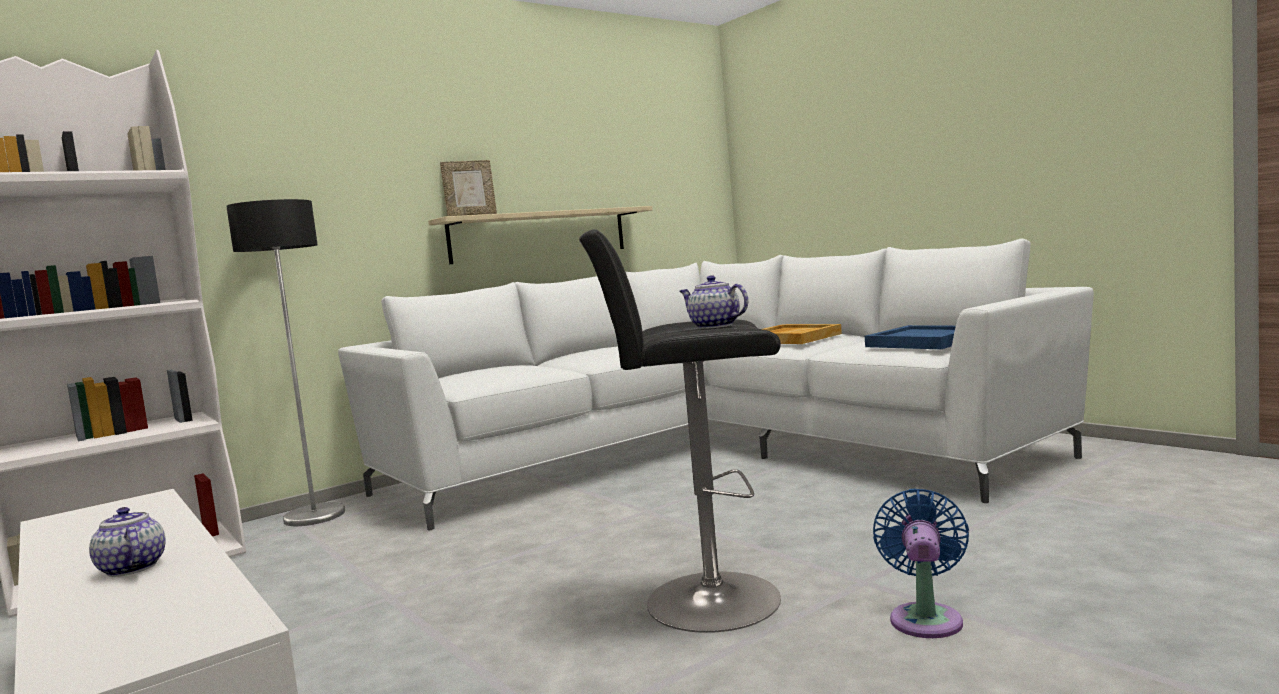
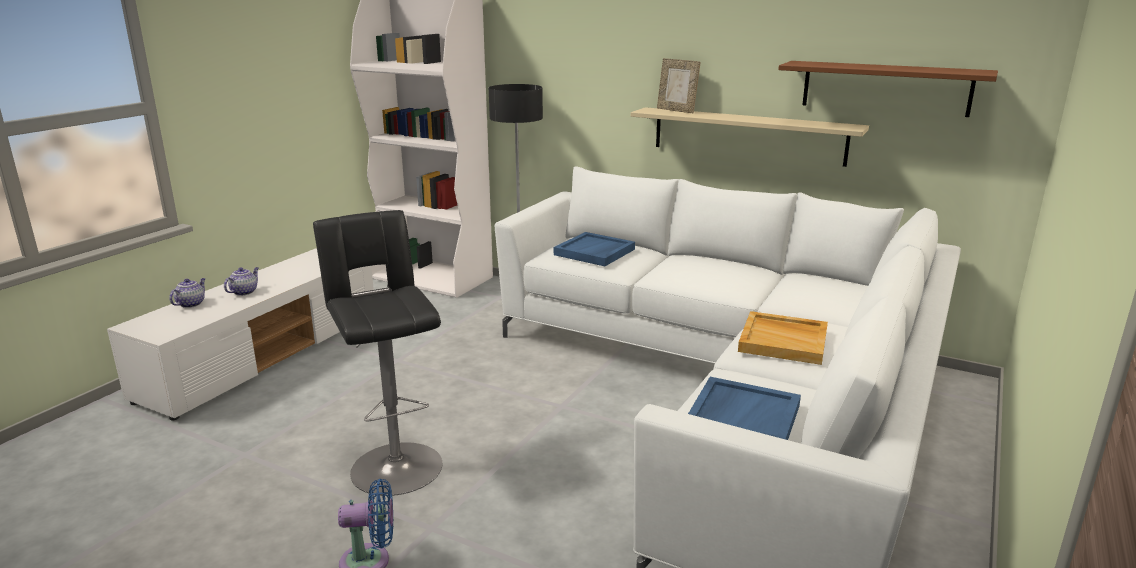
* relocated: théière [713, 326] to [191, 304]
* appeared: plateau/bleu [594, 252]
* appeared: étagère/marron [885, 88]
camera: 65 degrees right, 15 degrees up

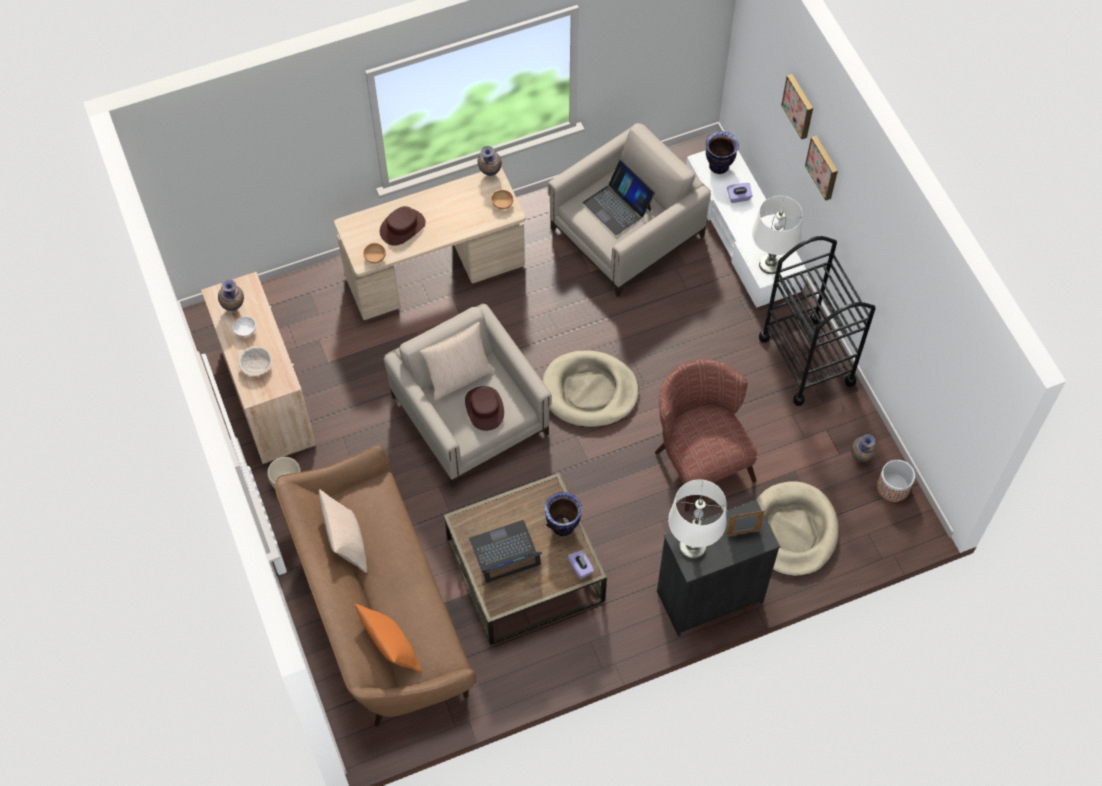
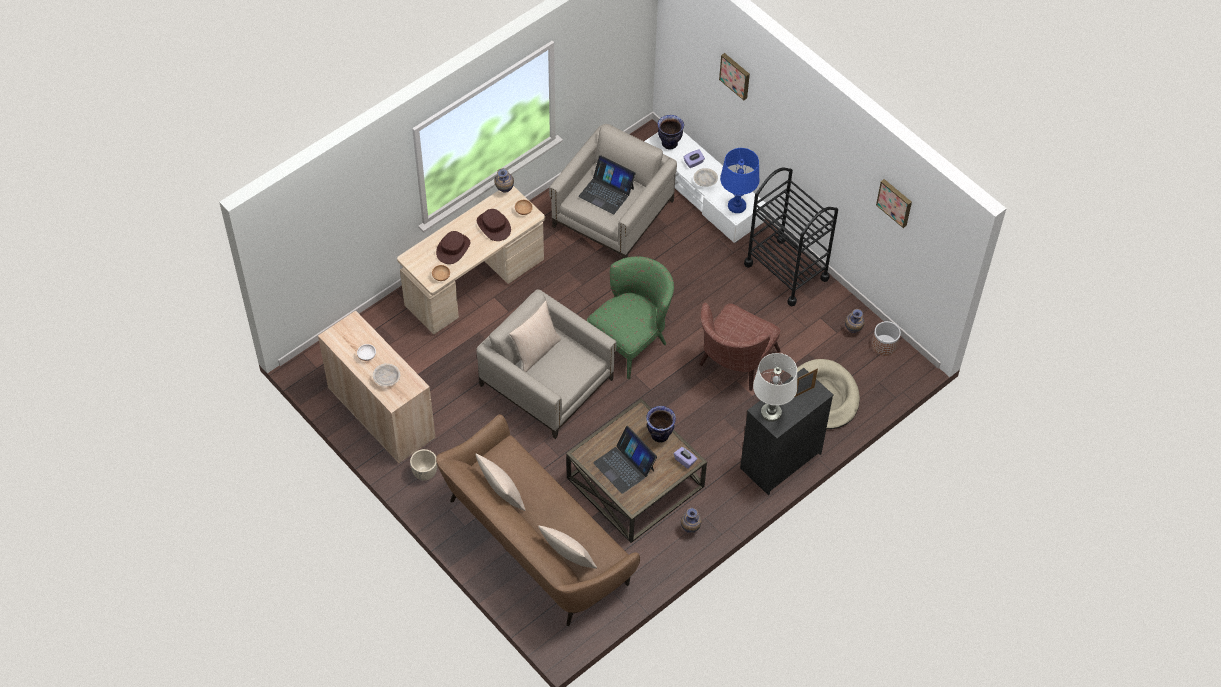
* relocated: chapeau/marron [484, 408] to [494, 226]
* colour: coussin/orange [391, 650] to coussin/beige [567, 559]
* exchanged: panier pour chien/beige [589, 391] to fauteuil/vert [632, 339]
* spun: ordinateur portable [505, 553] = [624, 466] 90 degrees counterclockwise
* relocated: vase [234, 307] to [690, 529]
* appeared: bol/beige [705, 182]
* spun: fauteuil/marron [699, 457] = [734, 364] 105 degrees counterclockwise
* colour: lampe de table/blanc [770, 264] to lampe de table/bleu [736, 206]
* relocated: tableau [823, 167] to [895, 202]
camera: 20 degrees left, 5 degrees down

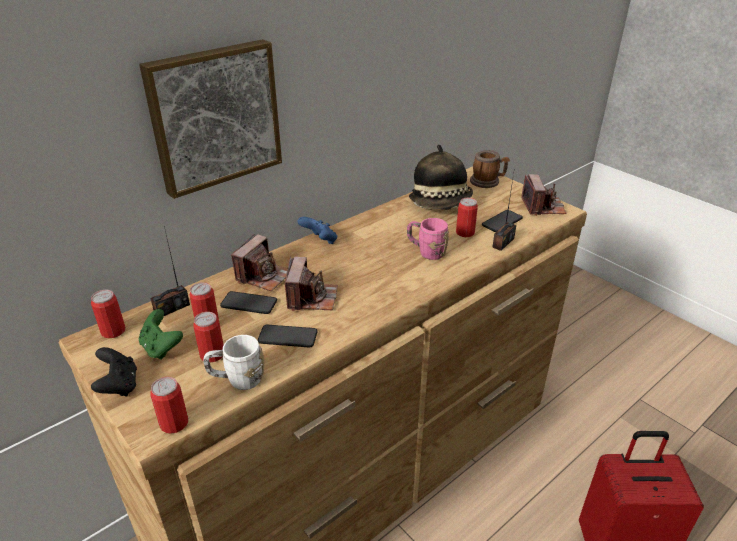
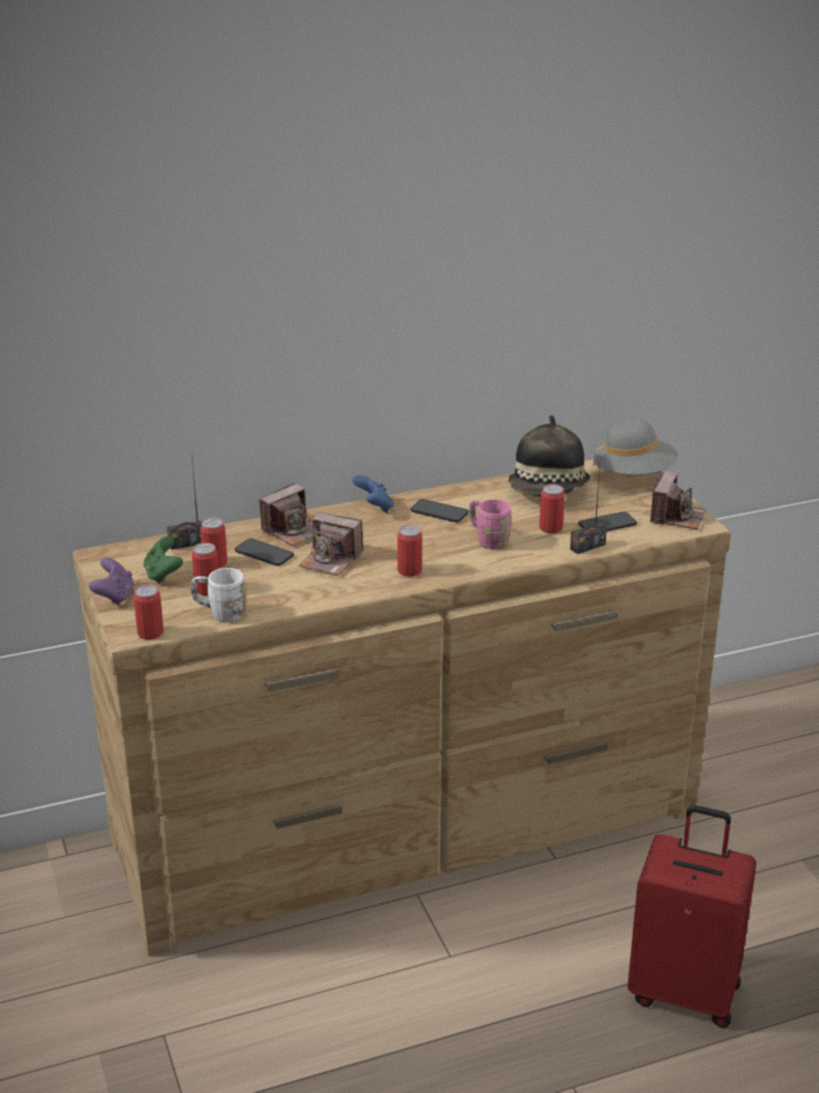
* colour: manette/noir [119, 386] to manette/violet [114, 596]
* spun: appareil photo [311, 298] = [330, 560] 90 degrees clockwise
* relocated: boîte métallique [113, 331] to [409, 571]
* relocated: téléphone [287, 337] to [439, 512]
* exchanged: mug [488, 182] to chapeau/gris [633, 475]
* missing: tableau [214, 116]
camera: 20 degrees right, 5 degrees down

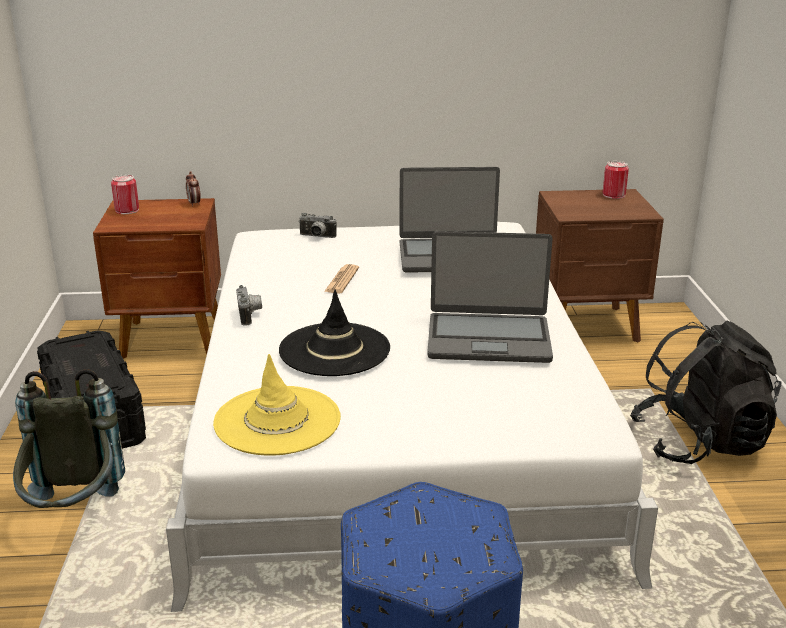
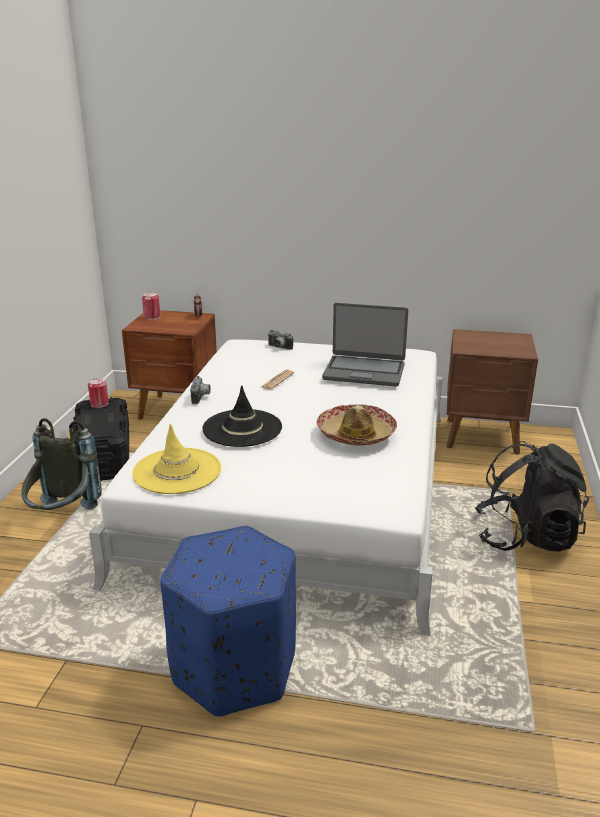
* relocated: boîte métallique [613, 195] to [99, 404]
* exchanged: ordinateur portable [488, 339] to chapeau [356, 434]
camera: 15 degrees right, 0 degrees up

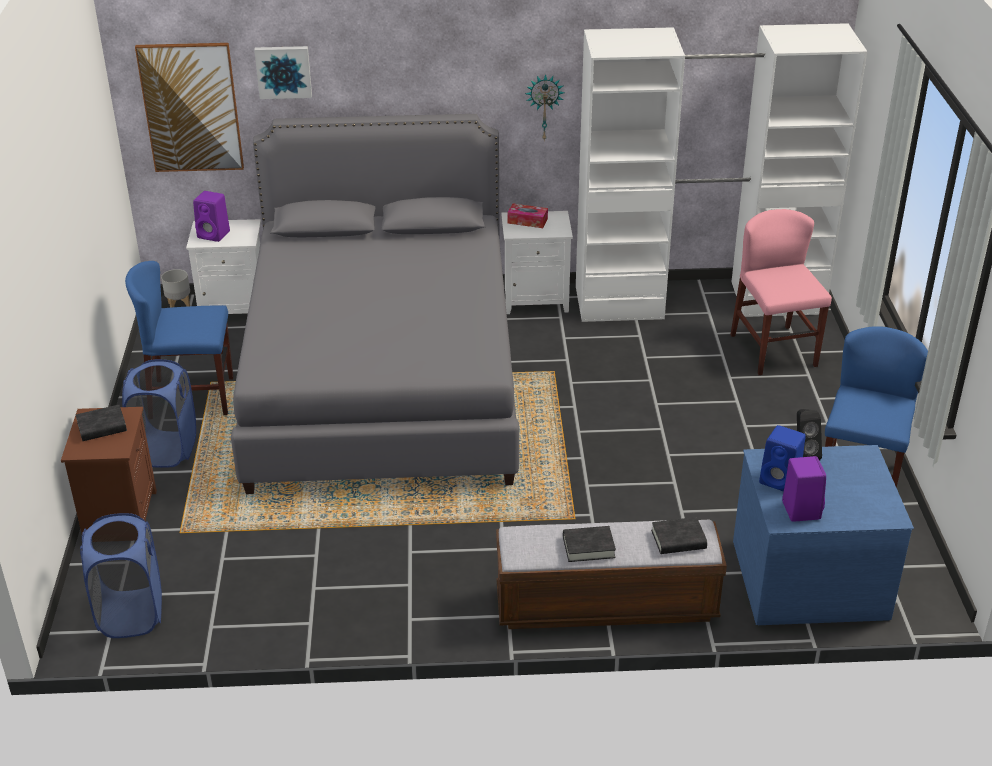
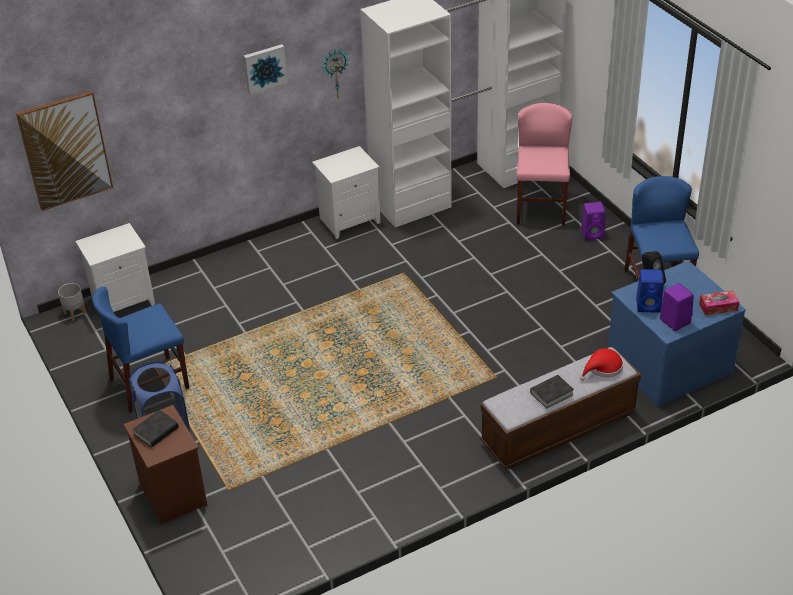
* relocated: tableau [283, 71] to [264, 68]
* spun: chaise/rose [773, 350] = [540, 208] 45 degrees clockwise
* exchanged: livre/noir [678, 540] to chapeau/rouge [603, 368]
* relocated: enceinte/violet [214, 235] to [593, 233]
* relocated: boîte à mouchoirs [527, 221] to [718, 307]
* missing: panier à linge/bleu [131, 614]
* missing: lit/gris [382, 381]
camera: 25 degrees left, 5 degrees up

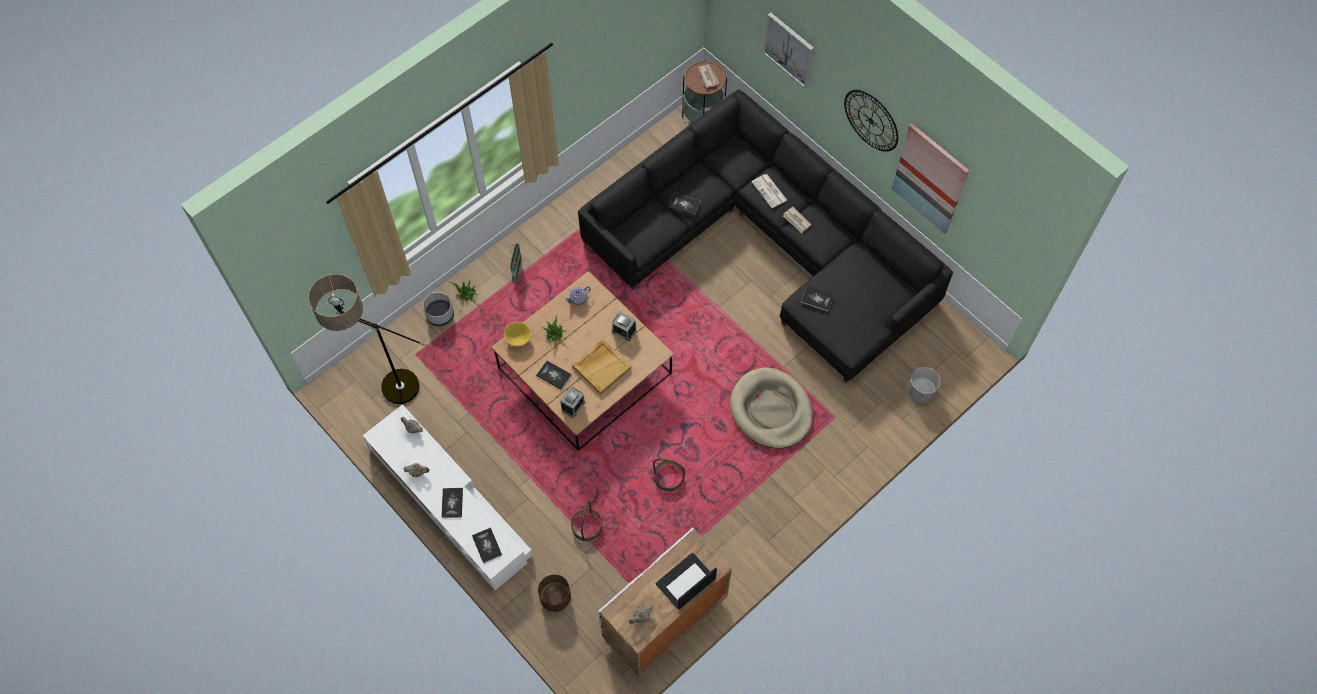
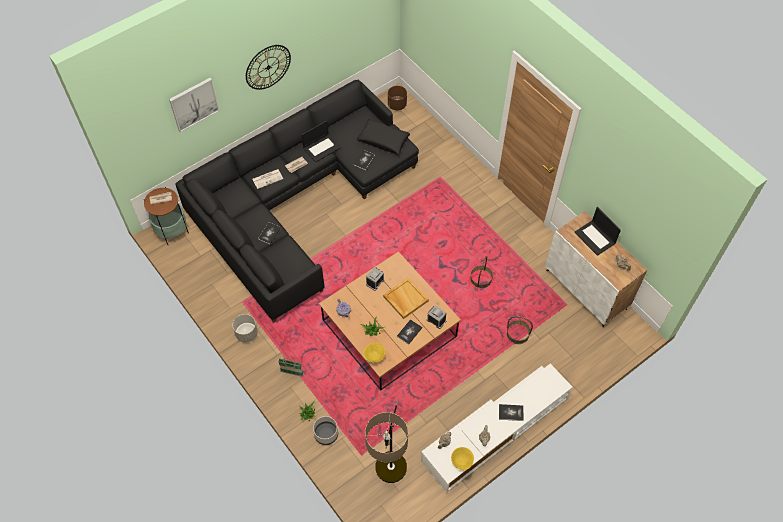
* relocated: cache-pot/gris [921, 392] to [247, 334]
* appeared: ordinateur portable [322, 147]
* appeared: coussin/noir [383, 140]
* relocated: cache-pot/marron [555, 598] to [397, 105]
* appeared: bol/jaune [461, 461]
* missing: livre [487, 545]
* missing: panier pour chien/beige [771, 410]
* missing: tableau [930, 178]
camera: 85 degrees left, 5 degrees down

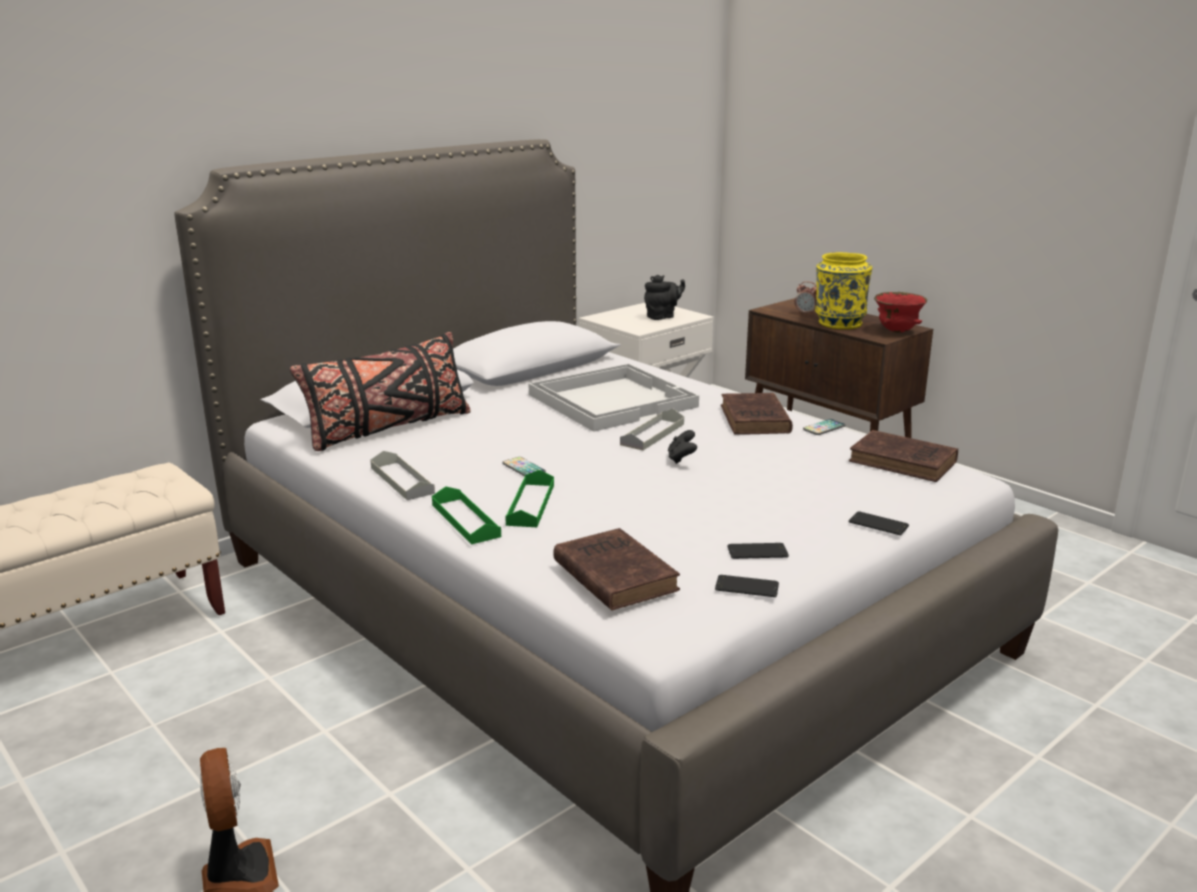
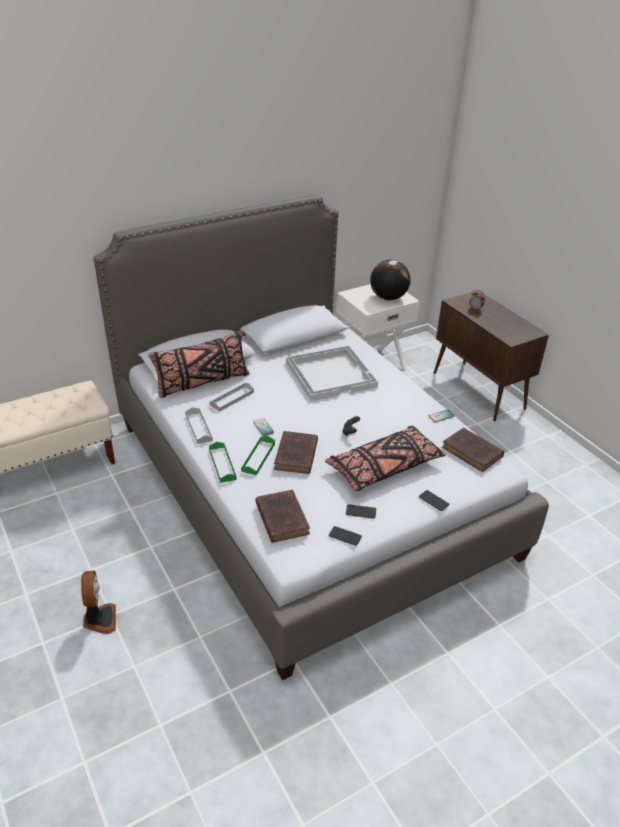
* relocated: plateau/gris [652, 434] to [232, 398]
* relocated: livre/marron [755, 420] to [296, 456]
* appeared: coussin/noir [384, 467]
* exchanged: théière/noir [662, 317] to globe [388, 298]
* missing: vase/jaune [839, 323]
* missing: bol/rouge [896, 331]
camera: 10 degrees right, 15 degrees up

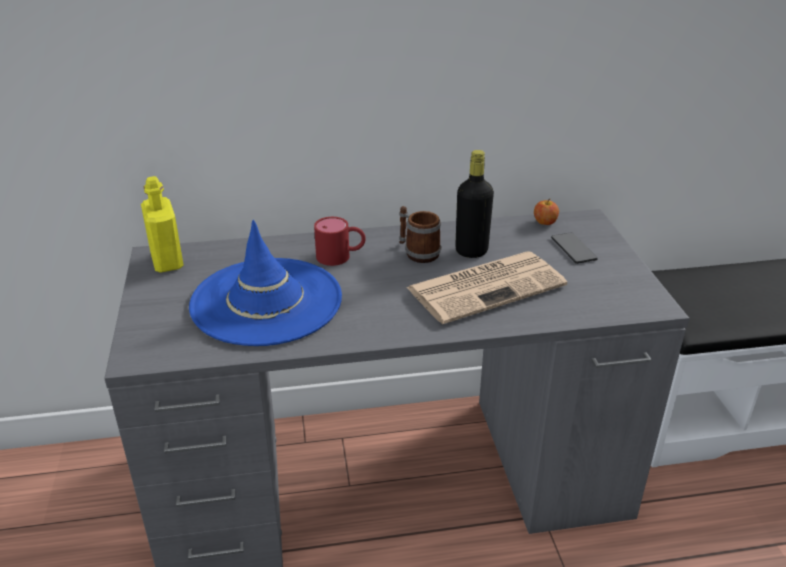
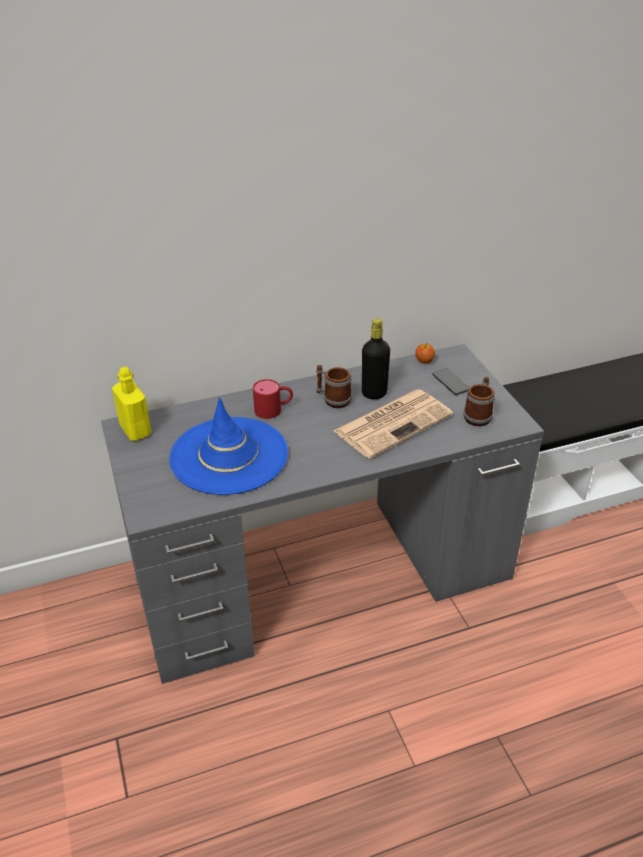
* appeared: mug [478, 415]
camera: 10 degrees left, 5 degrees up

